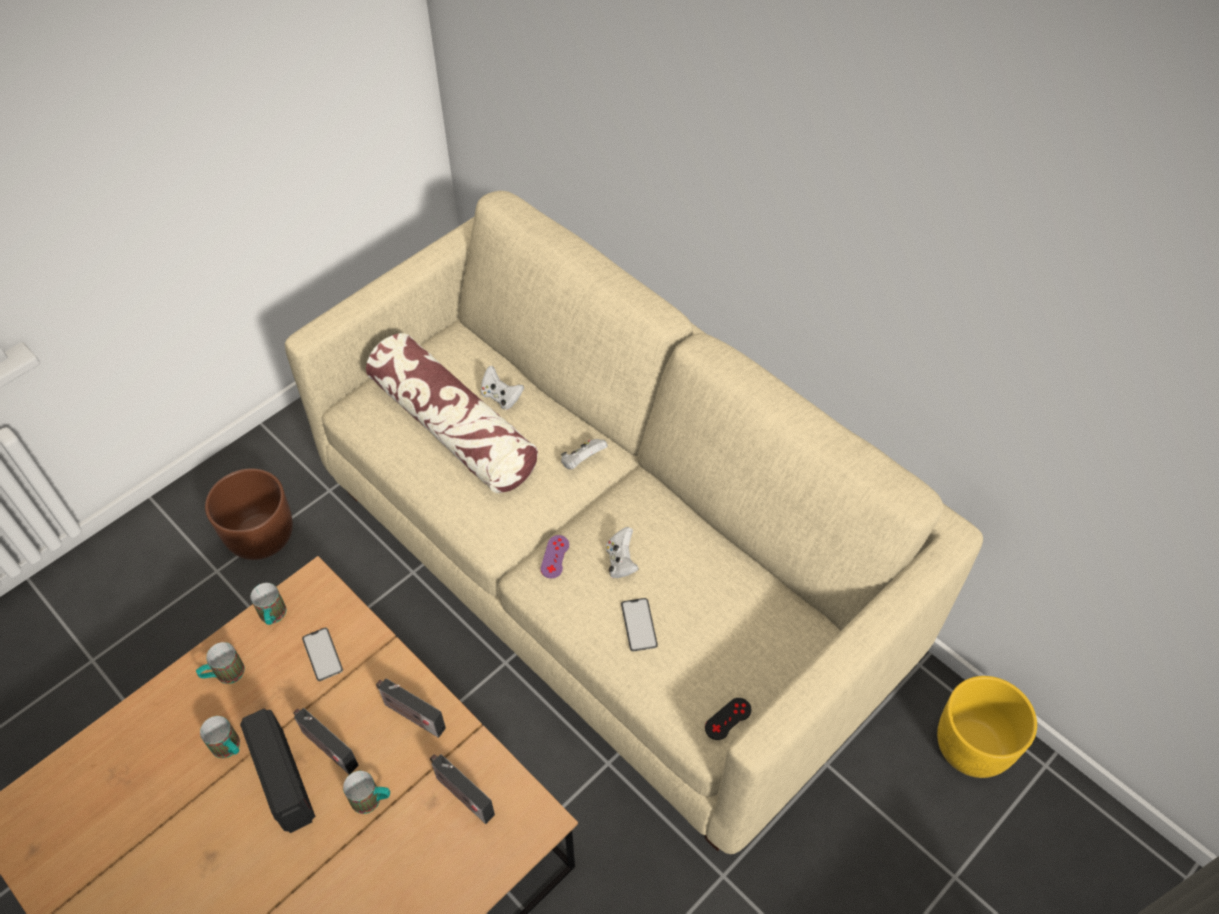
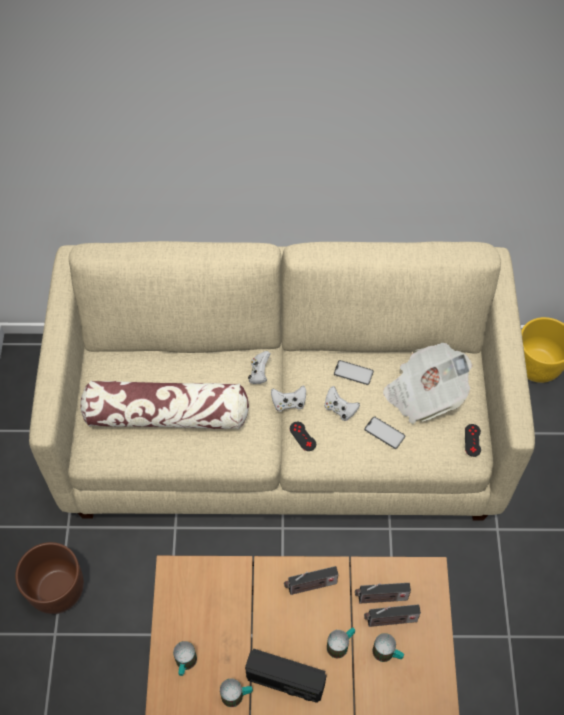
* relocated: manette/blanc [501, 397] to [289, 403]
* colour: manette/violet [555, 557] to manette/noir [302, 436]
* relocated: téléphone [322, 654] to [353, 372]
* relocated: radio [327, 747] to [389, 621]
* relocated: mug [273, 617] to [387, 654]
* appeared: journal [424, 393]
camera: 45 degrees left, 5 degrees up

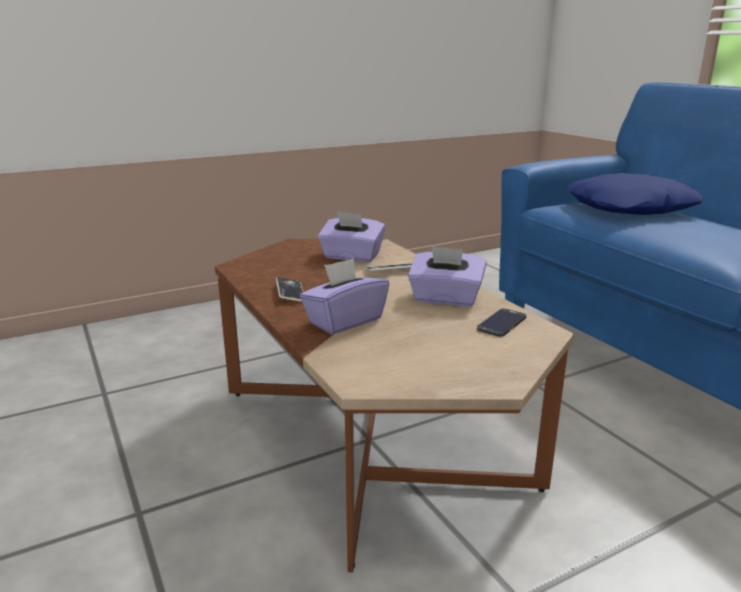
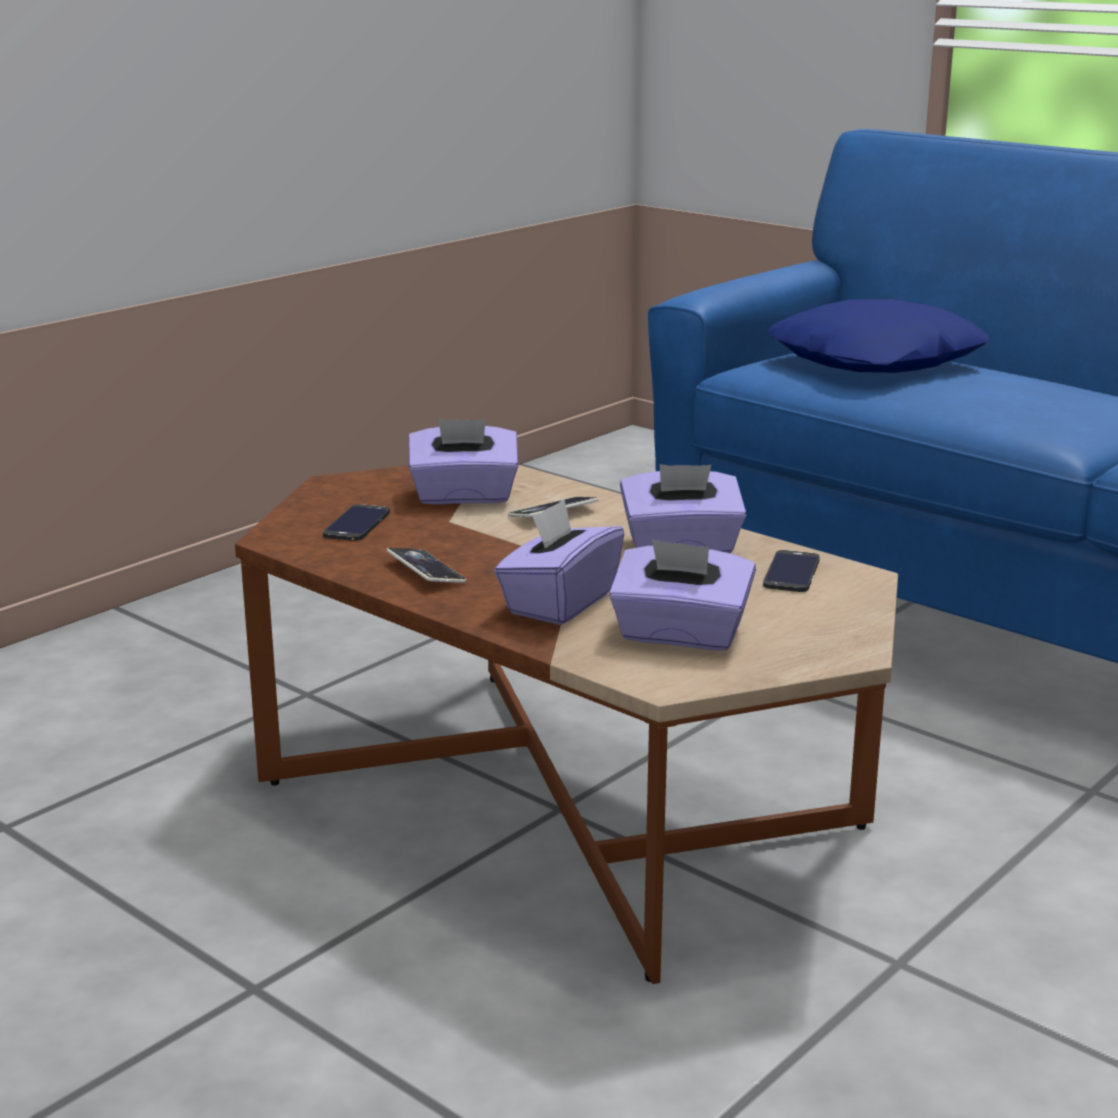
* appeared: téléphone [357, 524]
* appeared: boîte à mouchoirs/violet [680, 635]
camera: 20 degrees left, 0 degrees up

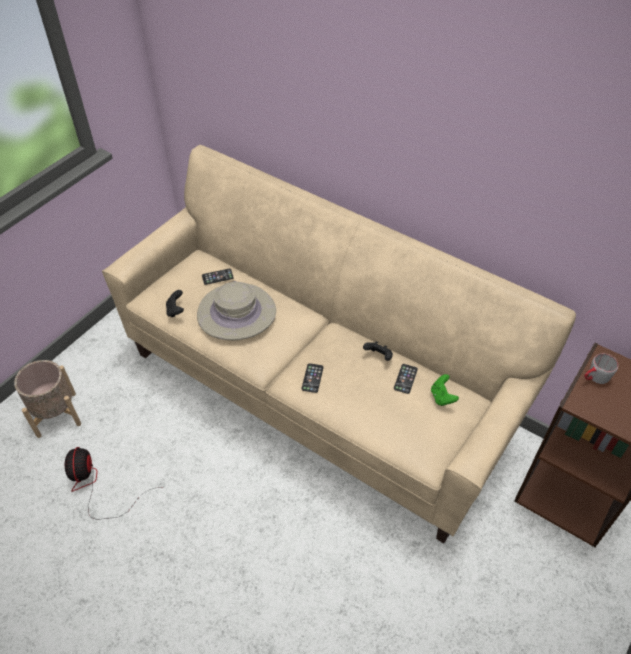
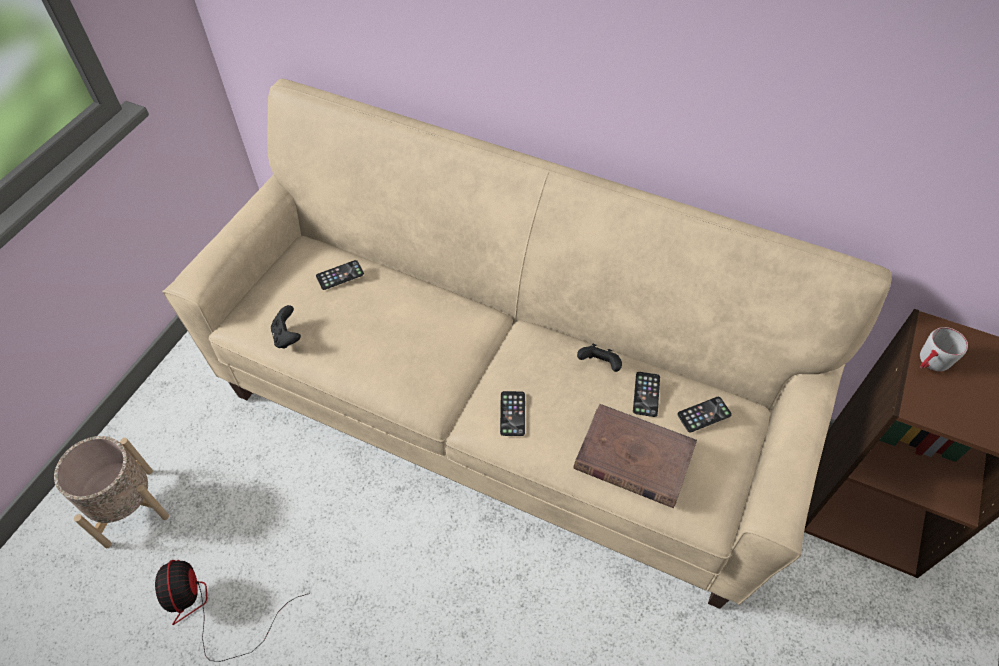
* appeared: livre/marron [632, 458]
* exchanged: manette/vert [442, 397] to téléphone [704, 414]
* missing: chapeau/beige [236, 313]
camera: 10 degrees left, 5 degrees up

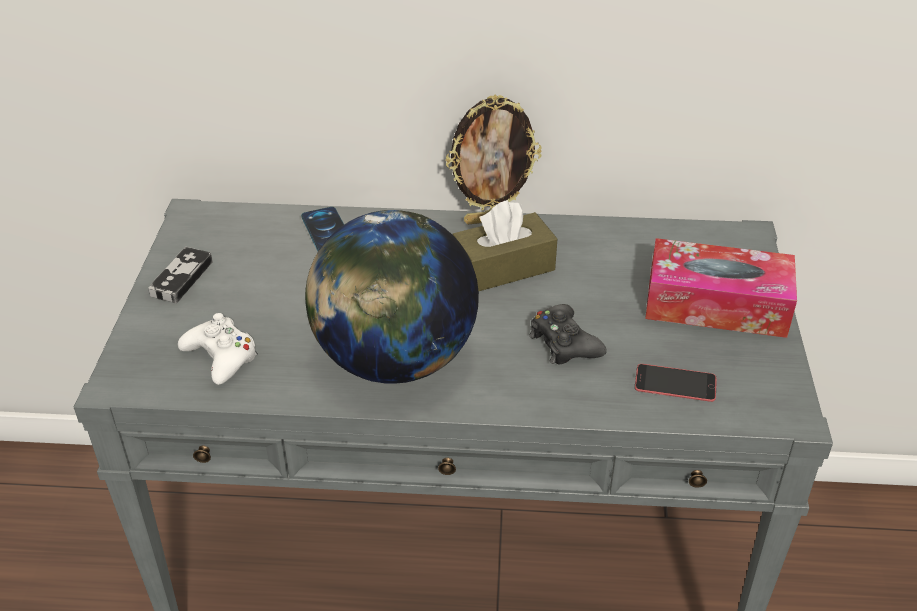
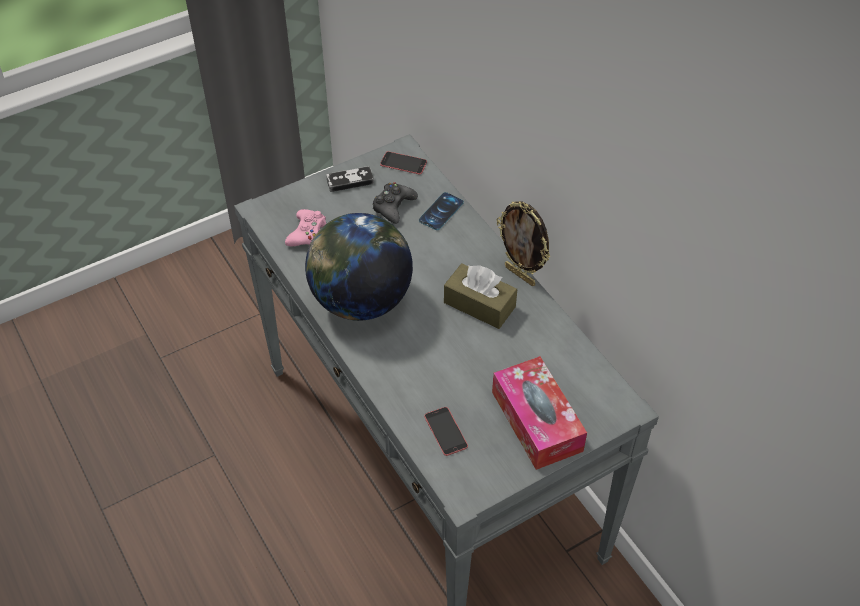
* colour: manette/blanc [221, 357] to manette/rose [307, 234]
* relocated: manette/noir [564, 343] to [393, 206]
* appeared: téléphone [403, 163]
camera: 55 degrees right, 10 degrees up

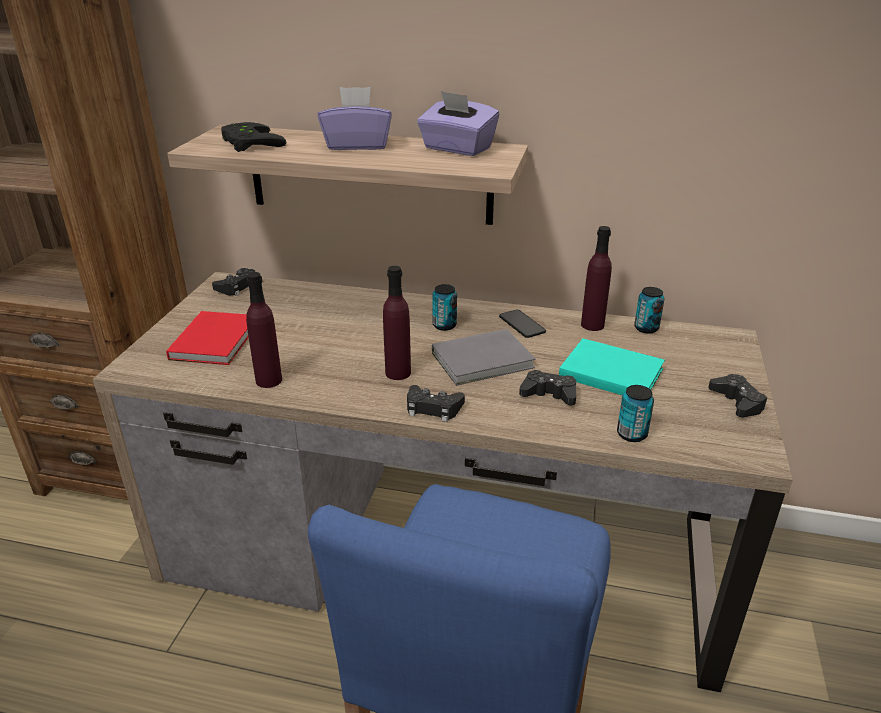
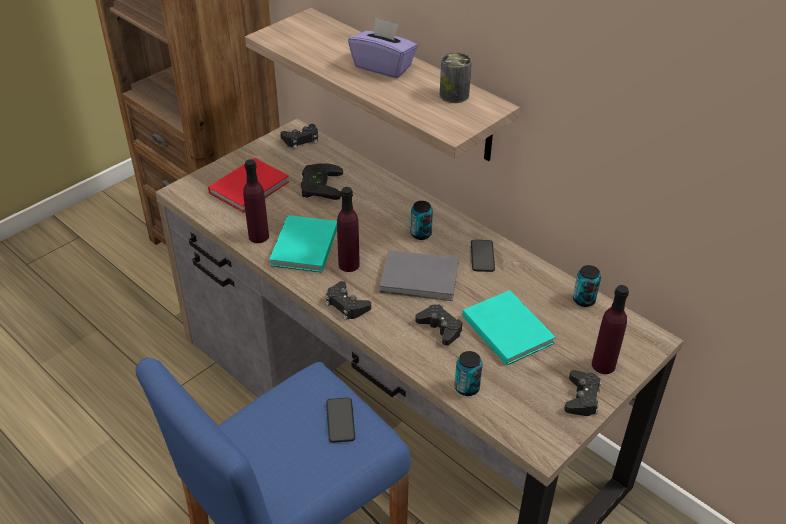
* appeared: livre/turquoise [303, 247]
* relocated: manette/noir [248, 143] to [318, 185]
* appeared: téléphone [340, 420]
* exchanged: boîte à mouchoirs/violet [457, 149] to boîte métallique [454, 95]
* relocated: bouteille/violet [592, 325] to [603, 365]
camera: 30 degrees right, 10 degrees up

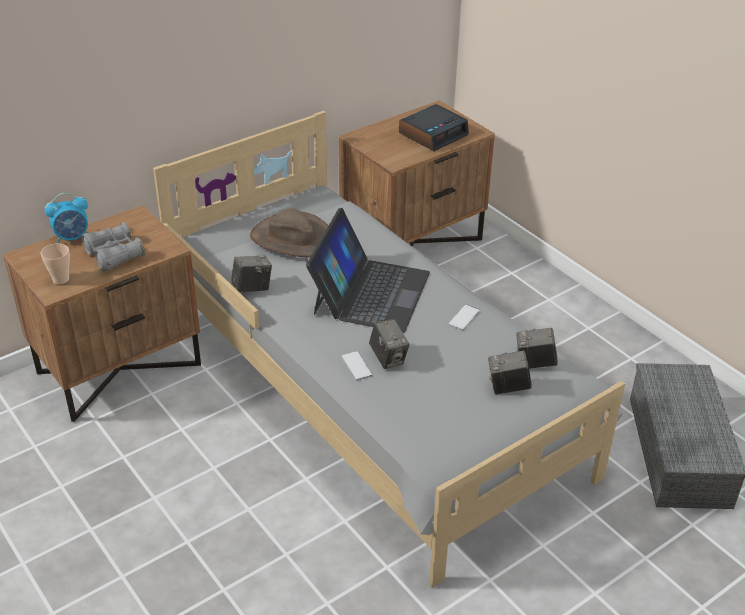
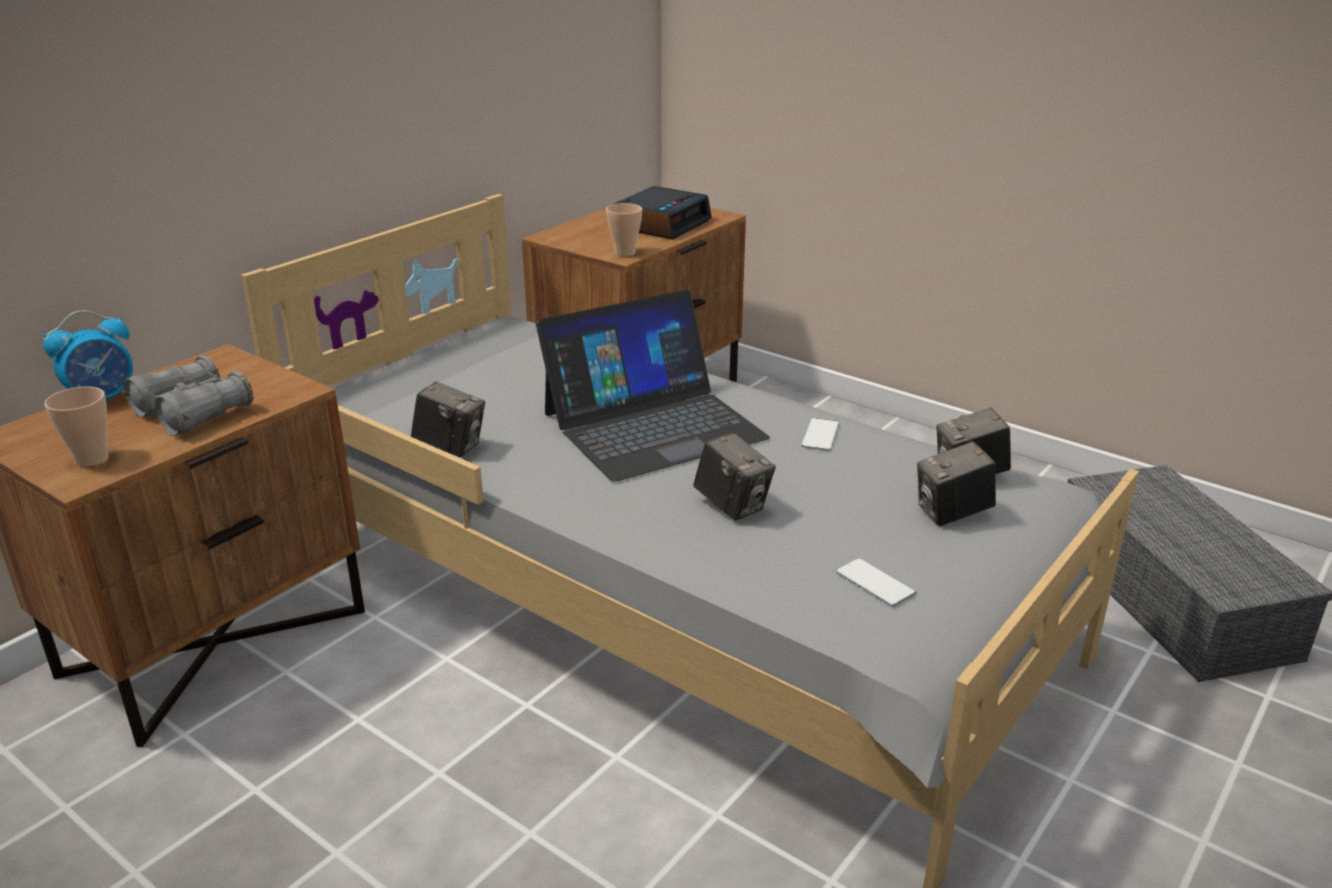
* spun: appareil photo [252, 288] = [450, 447] 60 degrees clockwise
* spun: ordinateur portable [370, 292] = [653, 425] 60 degrees clockwise
* appeared: tasse [624, 253]
* relocated: téléphone [356, 366] to [875, 583]
* missing: chapeau/marron [291, 239]
camera: 15 degrees left, 10 degrees down

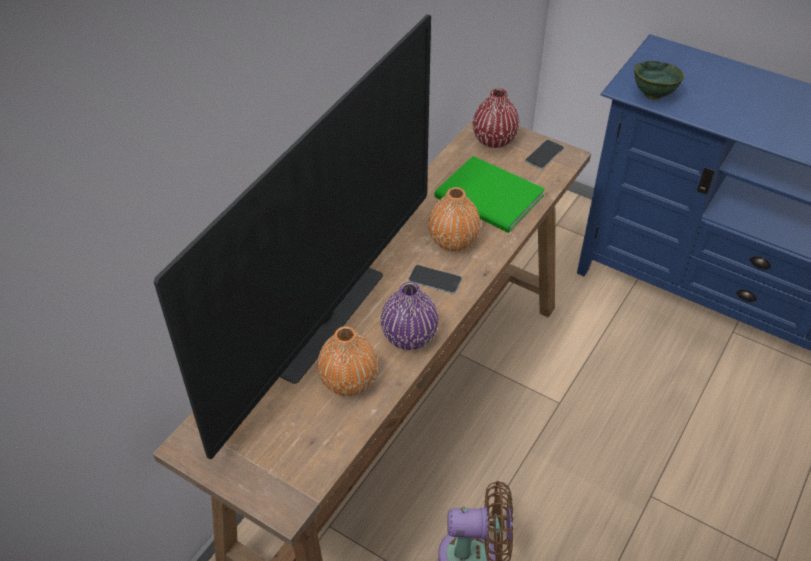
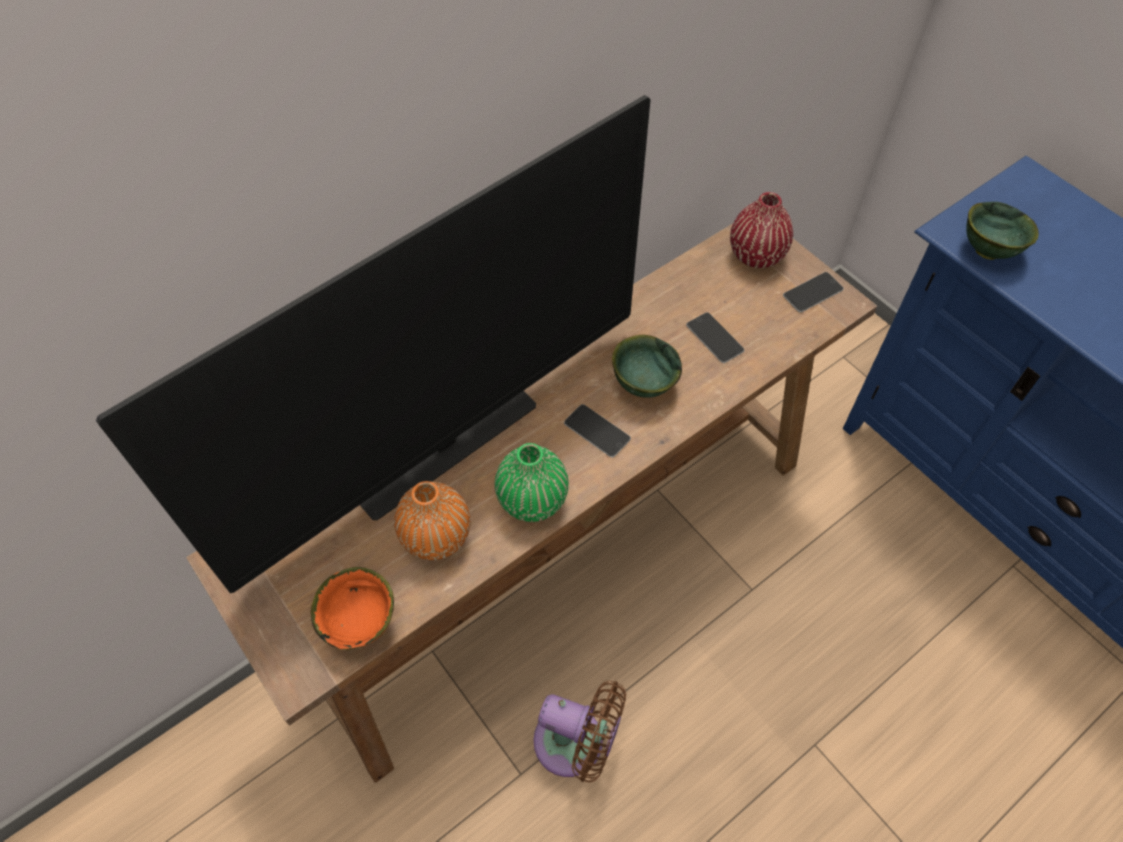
* appeared: bol/orange [362, 622]
* colour: vase/violet [409, 336] to vase/vert [532, 500]
* exchanged: vase/orange [453, 241] to bol/vert [642, 383]
* exchanged: livre/vert [490, 199] to téléphone [714, 338]
camera: 20 degrees right, 10 degrees up

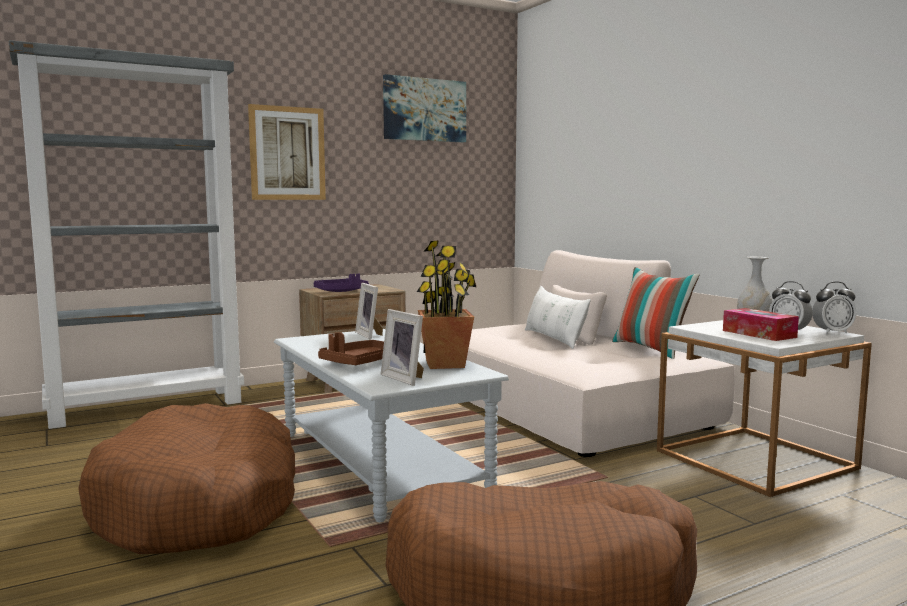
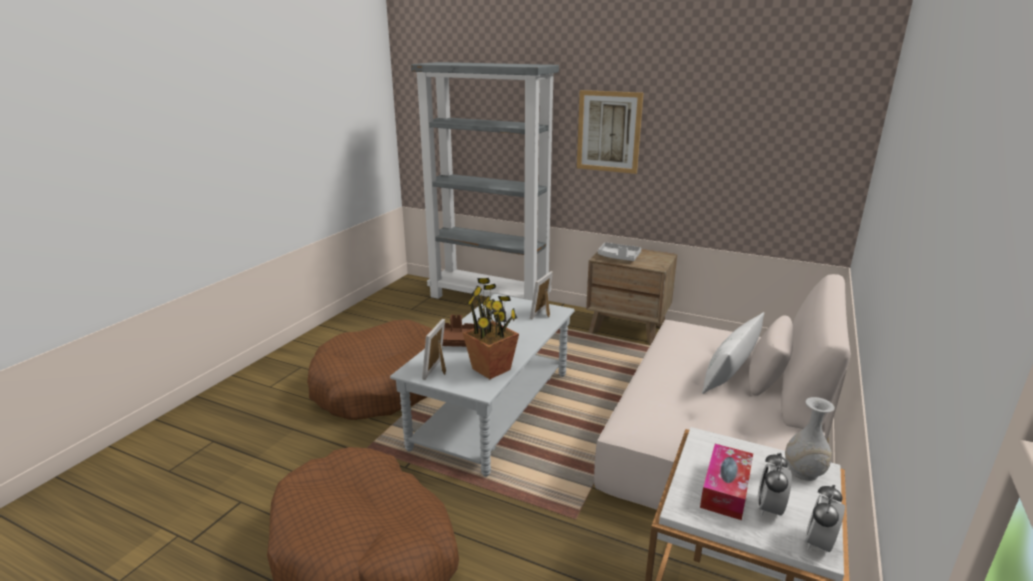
* colour: plateau/violet [341, 291] to plateau/gris [618, 257]
* spun: réveil [832, 332] = [818, 543] 75 degrees clockwise
* missing: tableau [424, 110]
* missing: coussin [651, 349]
camera: 55 degrees right, 15 degrees up

